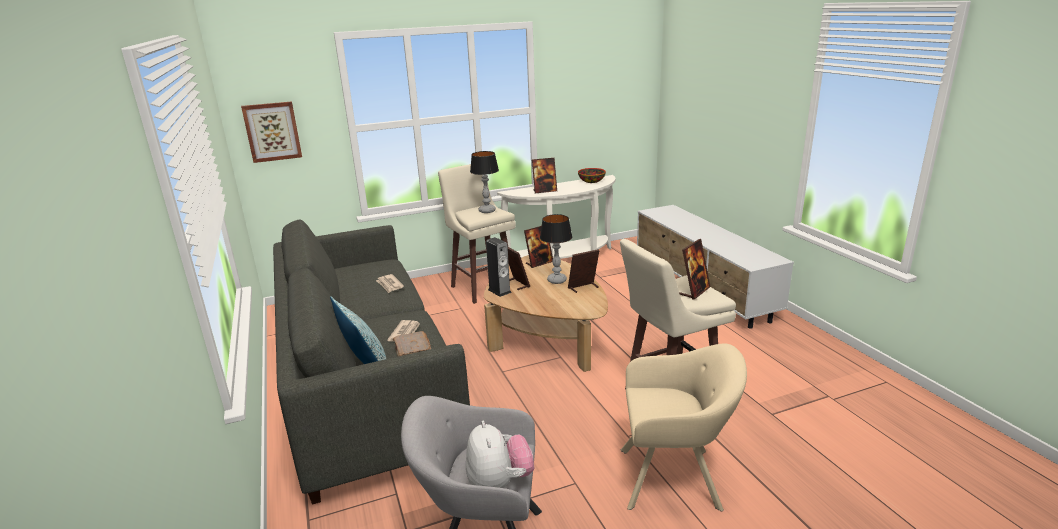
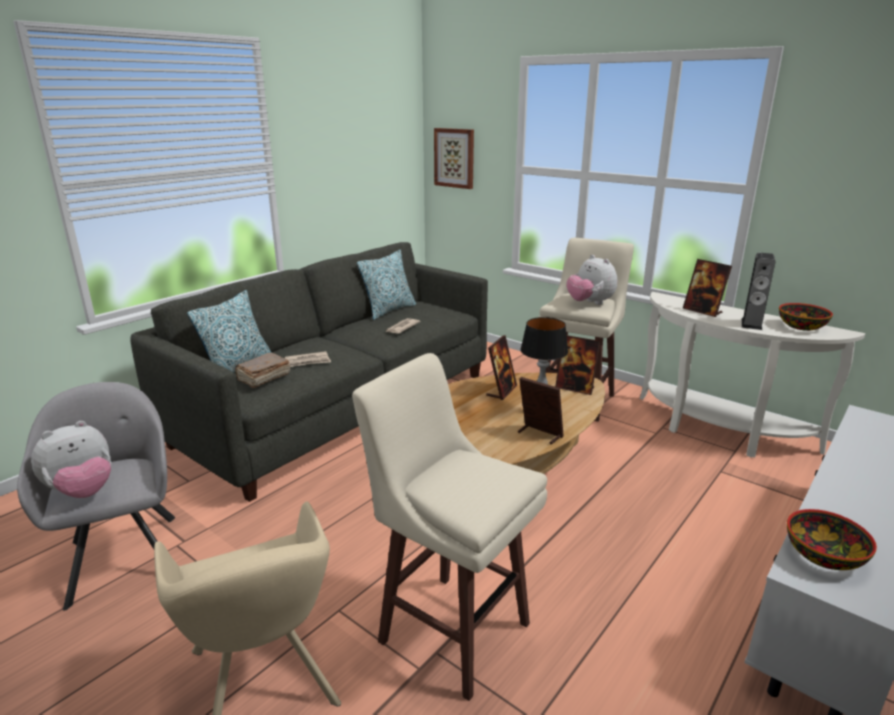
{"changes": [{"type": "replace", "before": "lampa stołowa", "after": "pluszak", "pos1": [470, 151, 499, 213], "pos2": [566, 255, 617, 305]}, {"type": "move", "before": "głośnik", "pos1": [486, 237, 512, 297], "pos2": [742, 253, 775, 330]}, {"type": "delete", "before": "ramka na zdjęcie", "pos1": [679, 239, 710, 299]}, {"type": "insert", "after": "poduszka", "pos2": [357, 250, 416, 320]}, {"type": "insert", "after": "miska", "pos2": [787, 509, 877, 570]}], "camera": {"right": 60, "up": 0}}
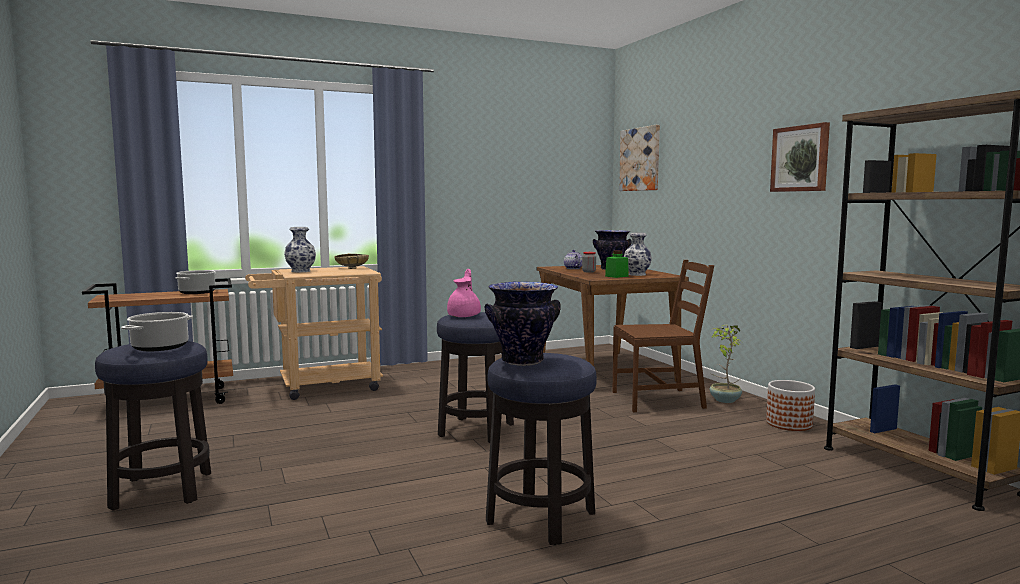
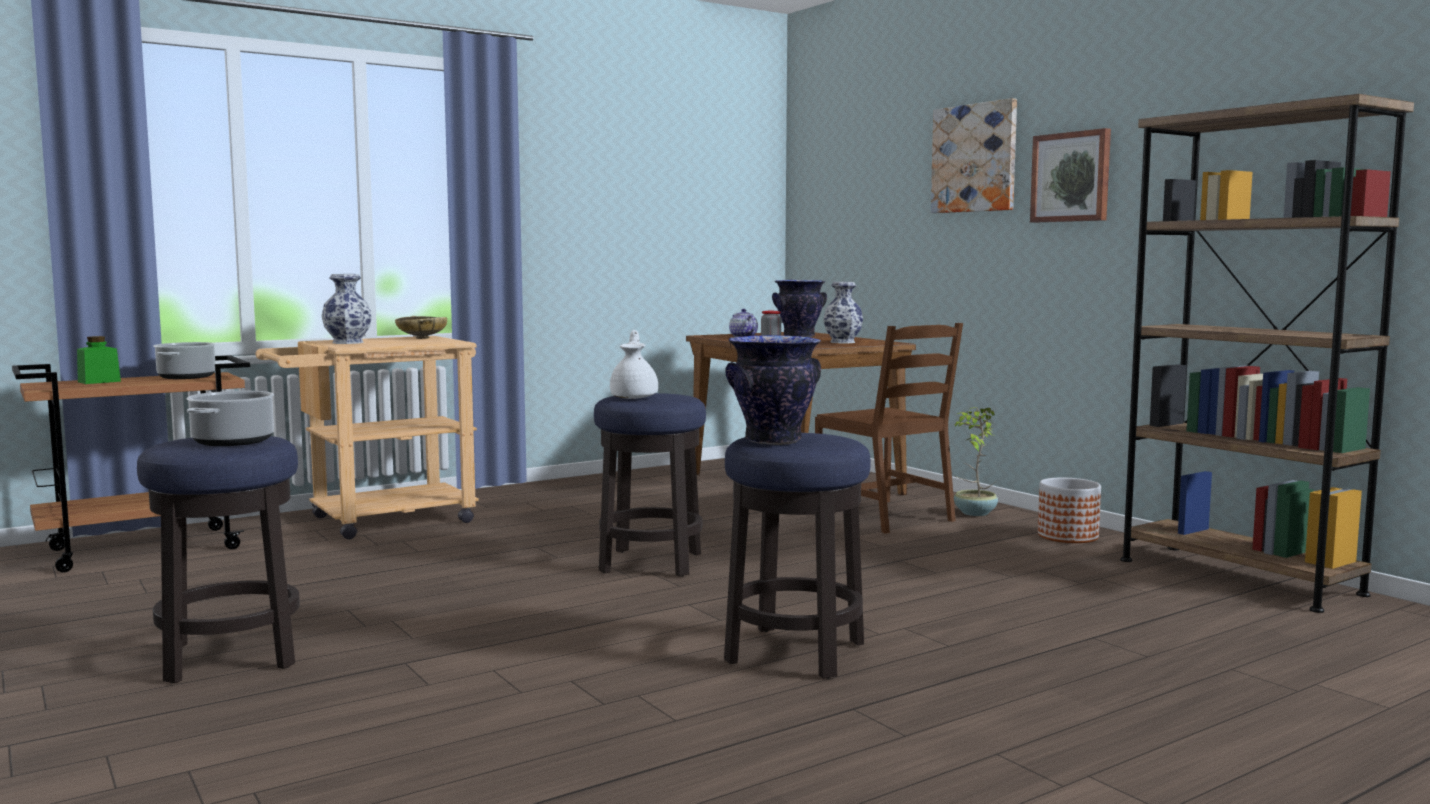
{"changes": [{"type": "recolor", "before": "imbryk/różowy", "after": "imbryk/biały", "pos1": [447, 269, 481, 317], "pos2": [610, 330, 658, 399]}, {"type": "move", "before": "słoik/zielony", "pos1": [605, 251, 629, 278], "pos2": [77, 336, 121, 384]}, {"type": "rotate", "before": "krzesło/brązowy", "pos1": [612, 260, 714, 412], "pos2": [815, 323, 963, 534], "turn": 75}, {"type": "move", "before": "obraz", "pos1": [619, 125, 660, 191], "pos2": [931, 98, 1017, 213]}], "camera": {"right": -10, "up": 0}}
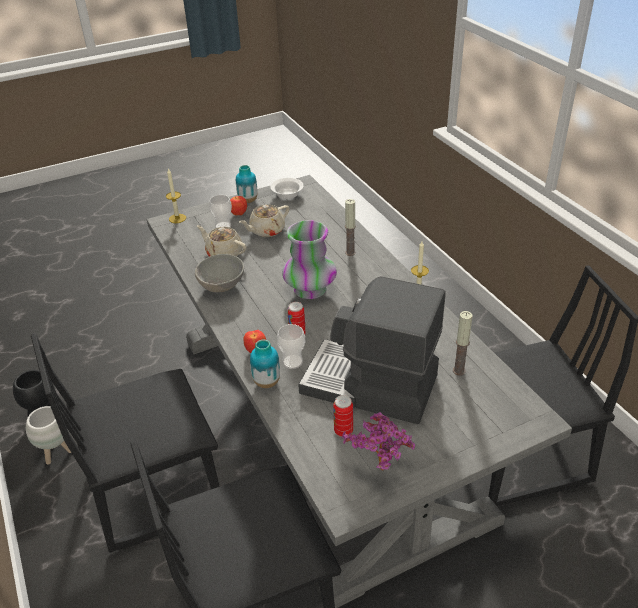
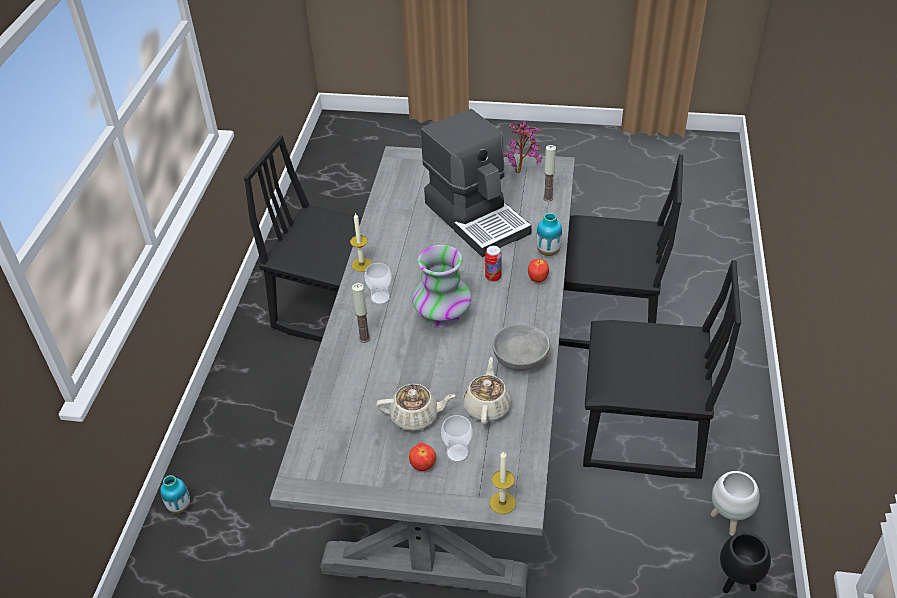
{"changes": [{"type": "rotate", "before": "imbryk/beżowy", "pos1": [197, 225, 247, 257], "pos2": [463, 357, 512, 425], "turn": -150}, {"type": "move", "before": "wazon", "pos1": [236, 165, 257, 203], "pos2": [160, 475, 190, 514]}, {"type": "delete", "before": "miska/biały", "pos1": [270, 178, 304, 199]}, {"type": "move", "before": "filiżanka", "pos1": [277, 324, 305, 369], "pos2": [364, 263, 392, 305]}, {"type": "delete", "before": "puszka", "pos1": [333, 395, 353, 437]}, {"type": "move", "before": "świeca", "pos1": [453, 311, 473, 376], "pos2": [543, 145, 556, 201]}], "camera": {"right": -145, "up": 5}}
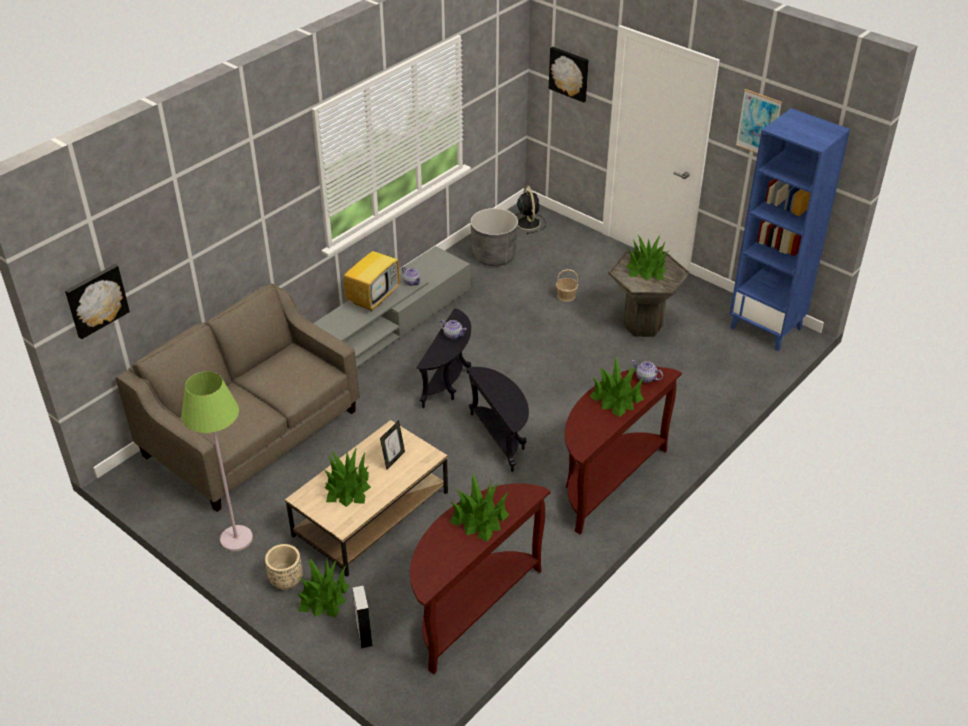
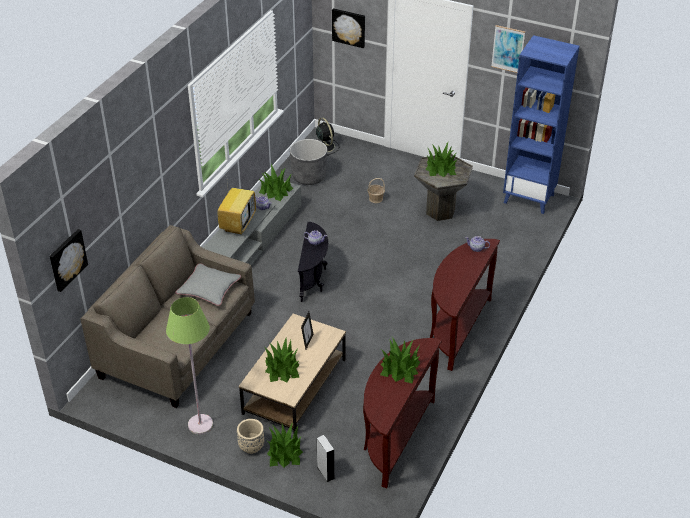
{"changes": [{"type": "delete", "before": "stolik/czarny", "pos1": [466, 367, 529, 472]}, {"type": "move", "before": "roślina doniczkowa", "pos1": [589, 355, 645, 417], "pos2": [258, 164, 293, 201]}, {"type": "insert", "after": "poduszka/szary", "pos2": [176, 264, 241, 306]}], "camera": {"right": -15, "up": 0}}
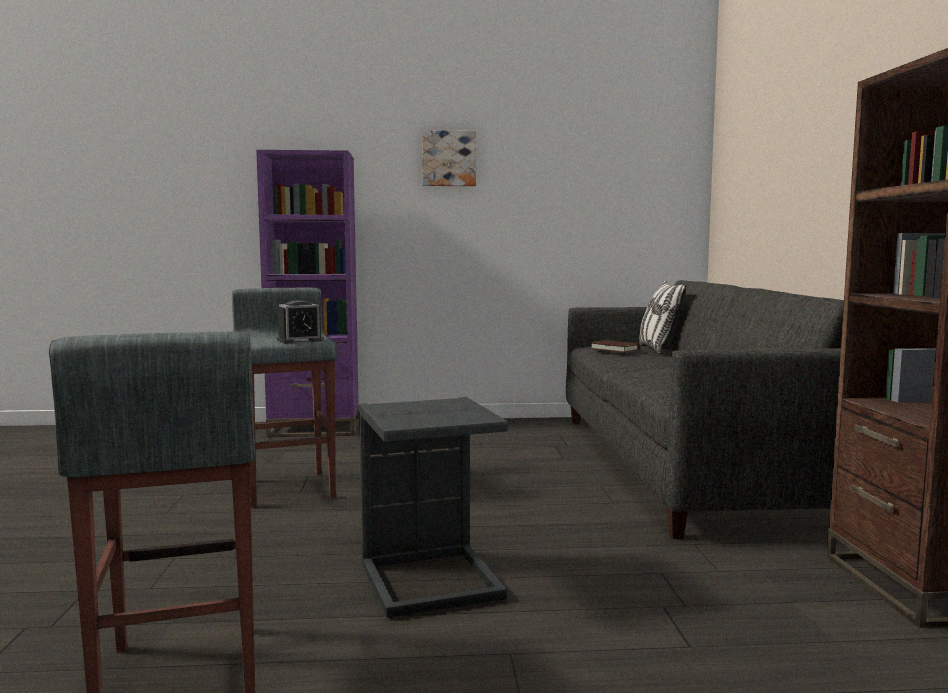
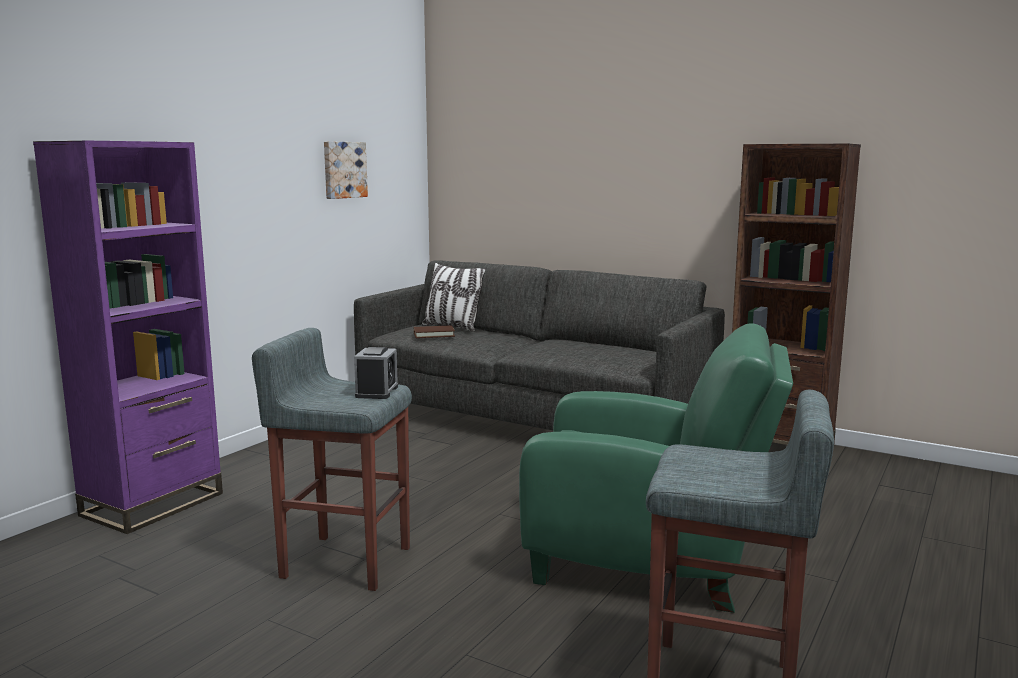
{"changes": [{"type": "replace", "before": "stolik/szary", "after": "fotel/zielony", "pos1": [359, 397, 508, 618], "pos2": [519, 323, 793, 613]}, {"type": "move", "before": "obraz", "pos1": [422, 130, 476, 186], "pos2": [324, 141, 368, 199]}], "camera": {"right": -55, "up": 5}}
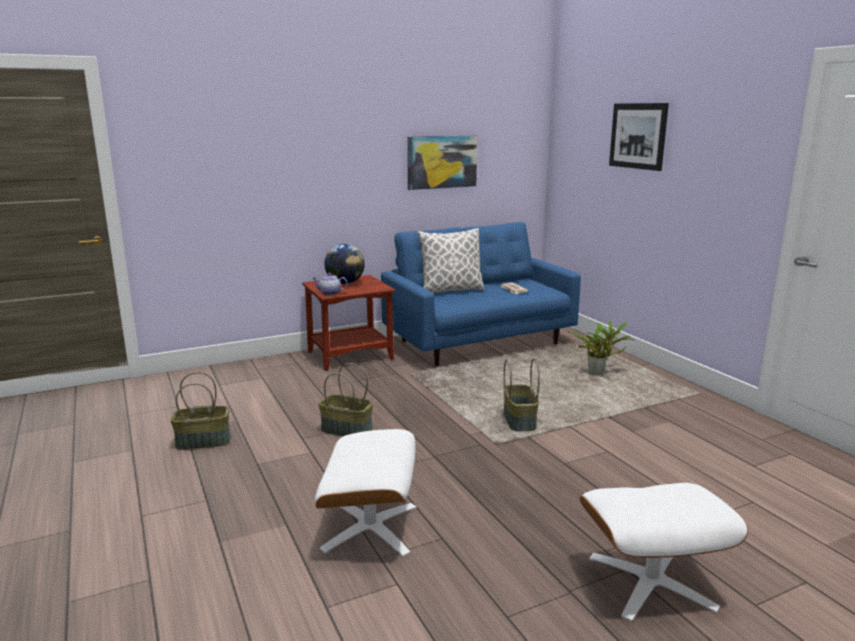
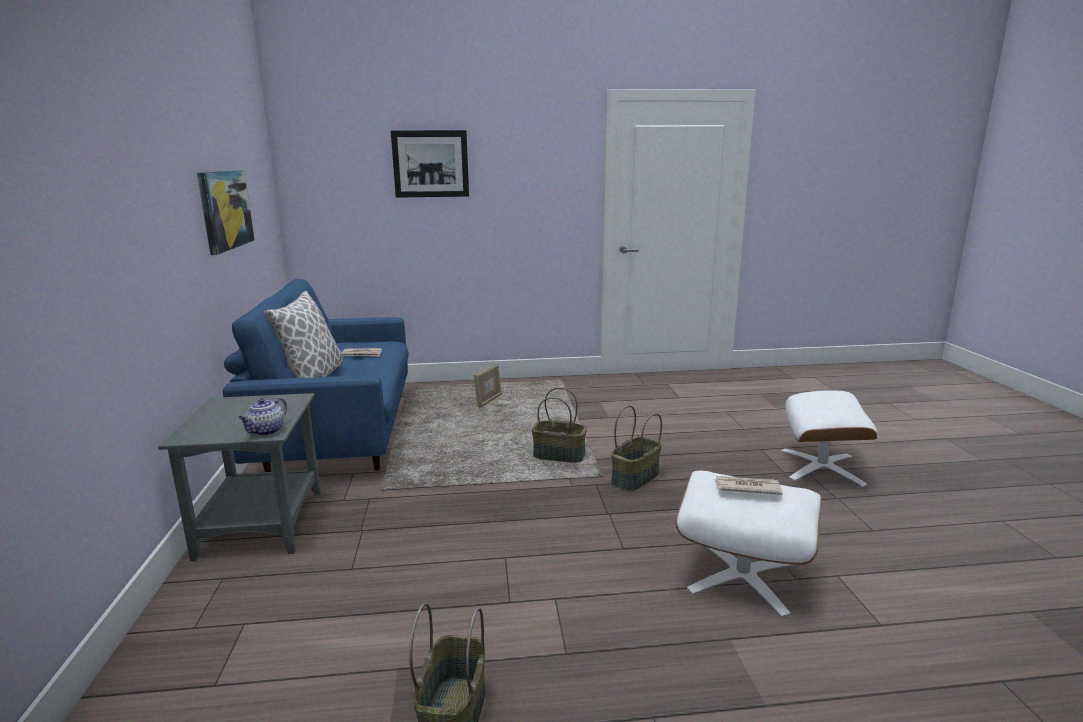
{"changes": [{"type": "recolor", "before": "stolik/brązowy", "after": "stolik/szary", "pos1": [302, 275, 395, 371], "pos2": [158, 393, 321, 561]}, {"type": "move", "before": "koszyk", "pos1": [318, 363, 373, 436], "pos2": [611, 405, 662, 491]}, {"type": "delete", "before": "globus", "pos1": [324, 244, 365, 284]}, {"type": "replace", "before": "roślina doniczkowa", "after": "ramka na zdjęcie", "pos1": [567, 321, 634, 375], "pos2": [474, 363, 502, 408]}, {"type": "insert", "after": "gazeta", "pos2": [714, 476, 783, 495]}], "camera": {"right": -70, "up": 0}}
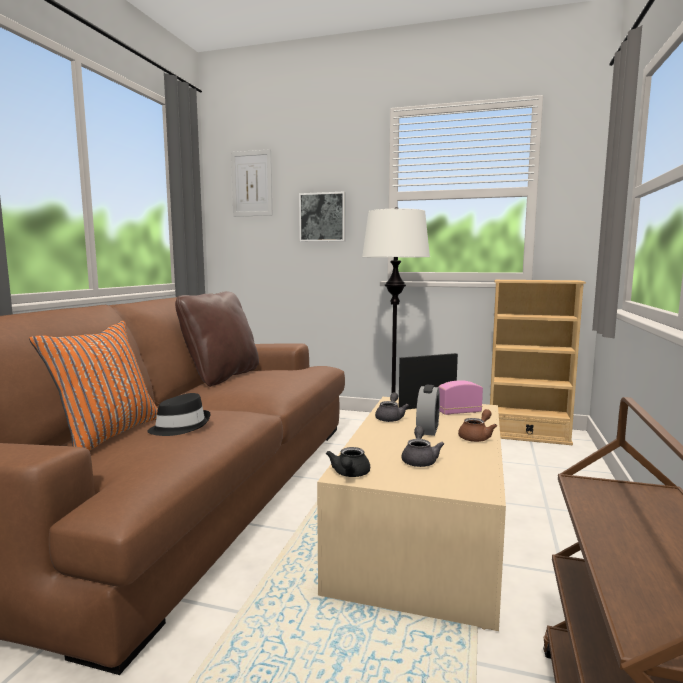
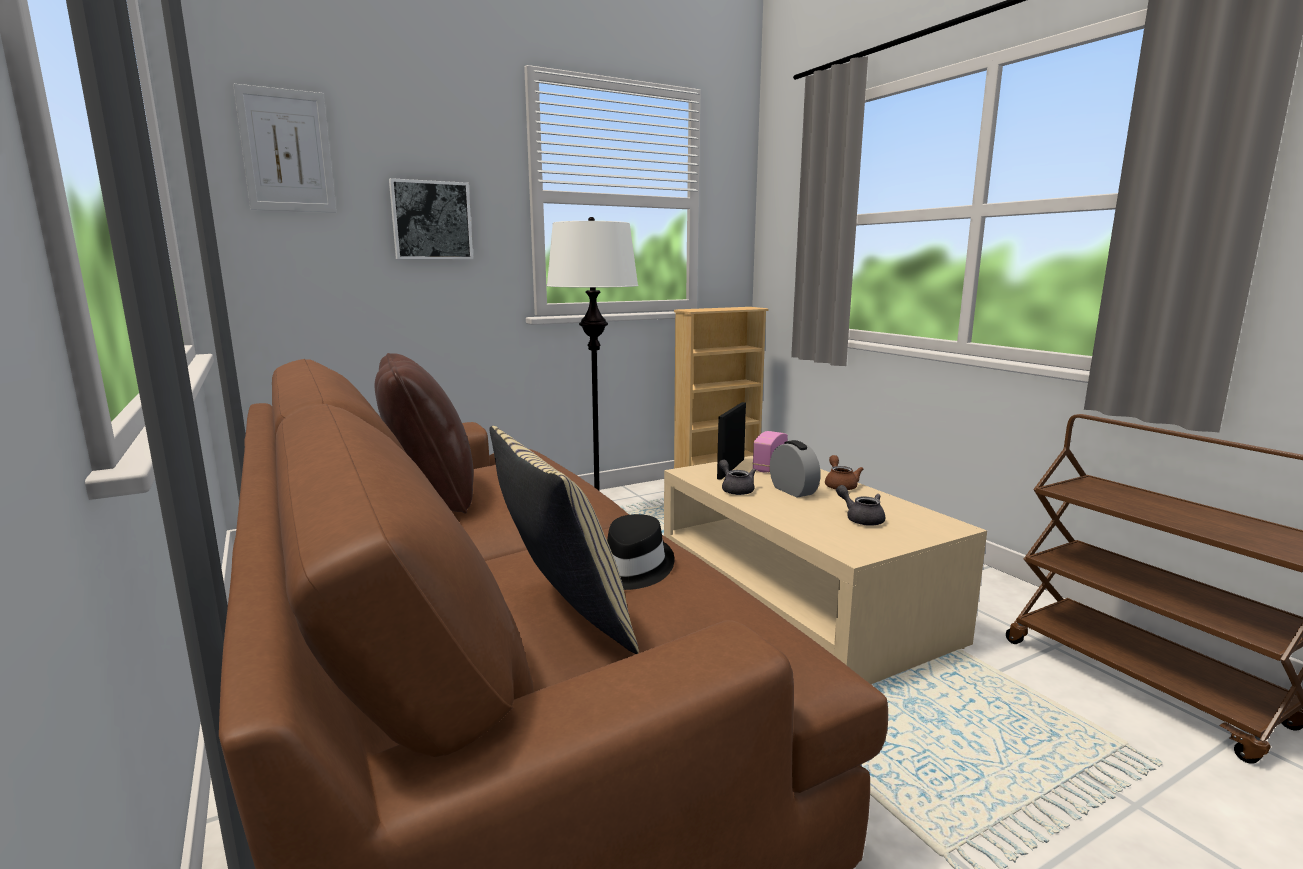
{"changes": [{"type": "recolor", "before": "poduszka/pomarańczowy", "after": "poduszka/beżowy", "pos1": [29, 321, 158, 451], "pos2": [490, 426, 639, 654]}, {"type": "delete", "before": "imbryk/czarny", "pos1": [326, 447, 370, 477]}], "camera": {"right": -45, "up": 5}}
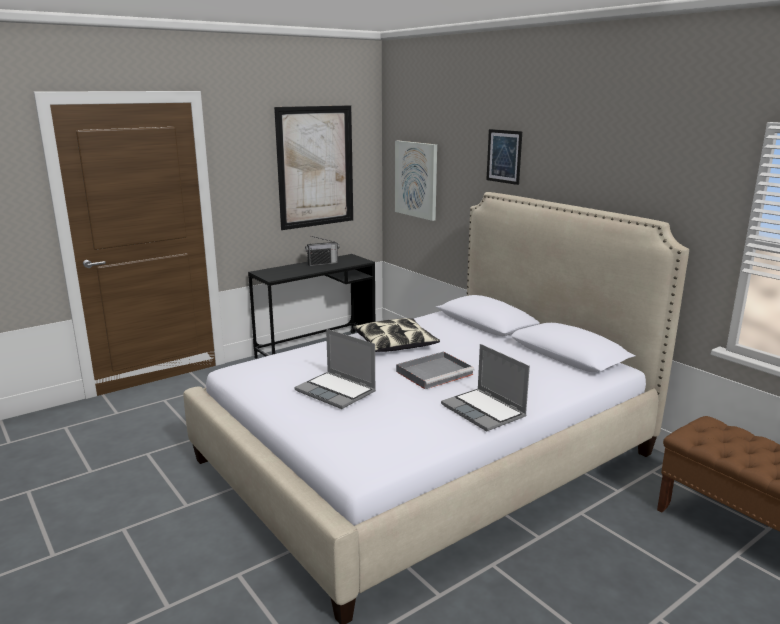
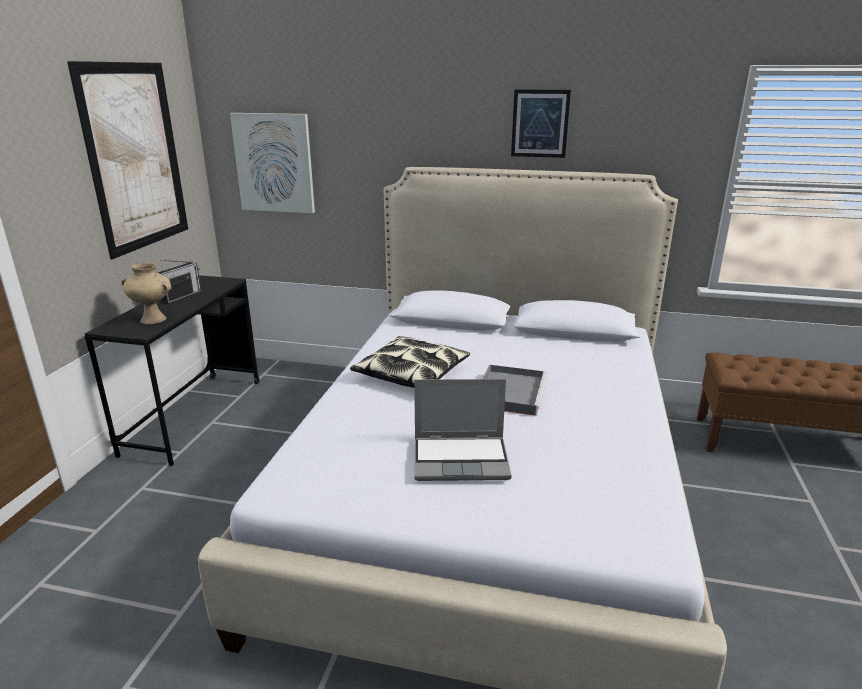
{"changes": [{"type": "delete", "before": "laptop", "pos1": [441, 344, 530, 431]}, {"type": "move", "before": "obraz", "pos1": [486, 129, 522, 185], "pos2": [511, 89, 571, 158]}, {"type": "insert", "after": "wazon/beżowy", "pos2": [121, 263, 171, 324]}], "camera": {"right": -40, "up": 5}}
